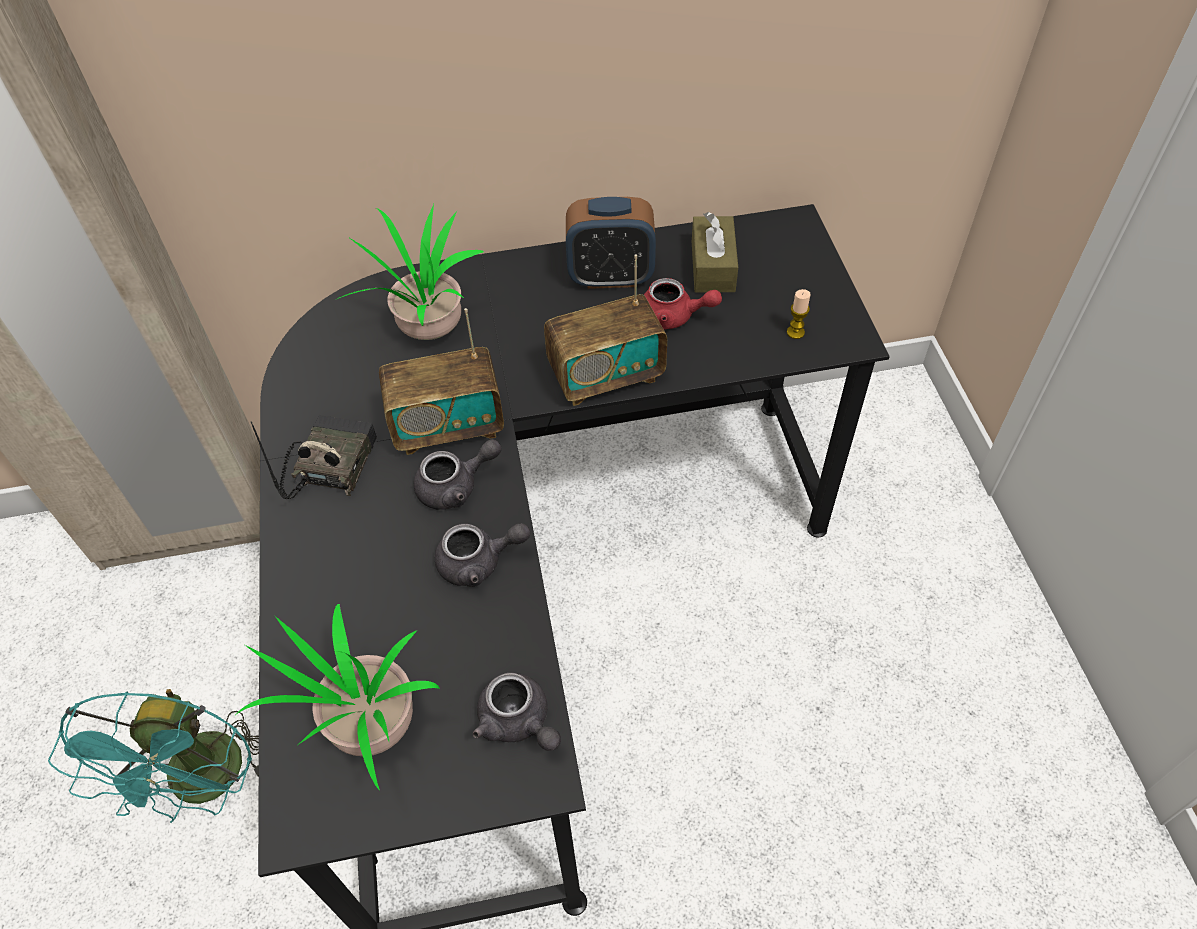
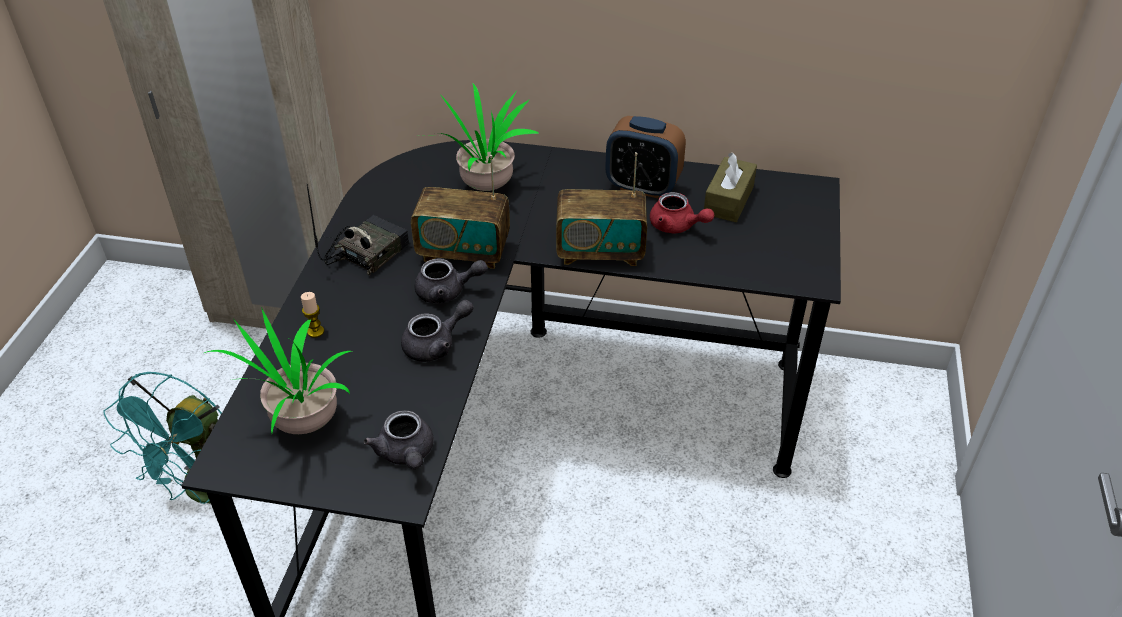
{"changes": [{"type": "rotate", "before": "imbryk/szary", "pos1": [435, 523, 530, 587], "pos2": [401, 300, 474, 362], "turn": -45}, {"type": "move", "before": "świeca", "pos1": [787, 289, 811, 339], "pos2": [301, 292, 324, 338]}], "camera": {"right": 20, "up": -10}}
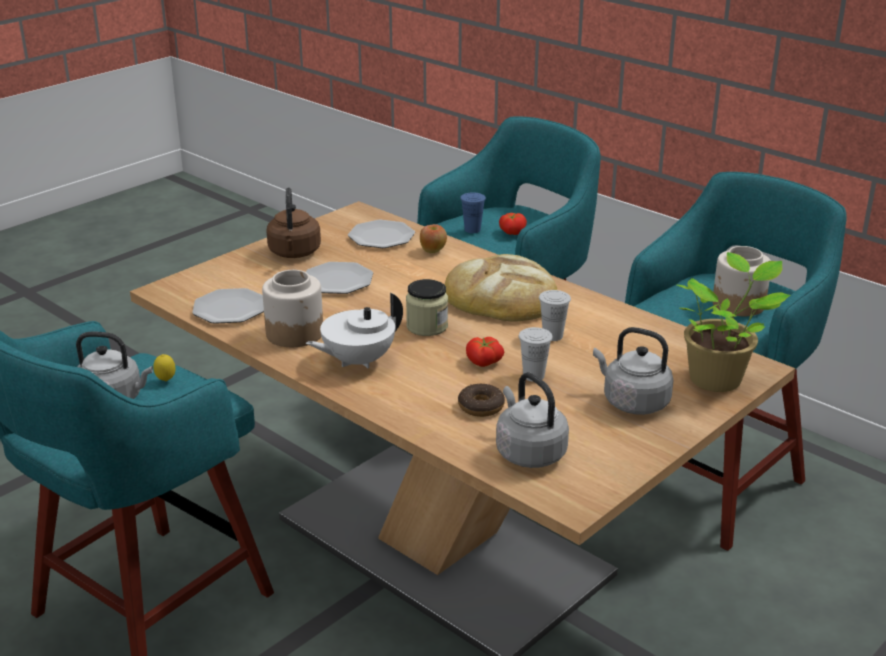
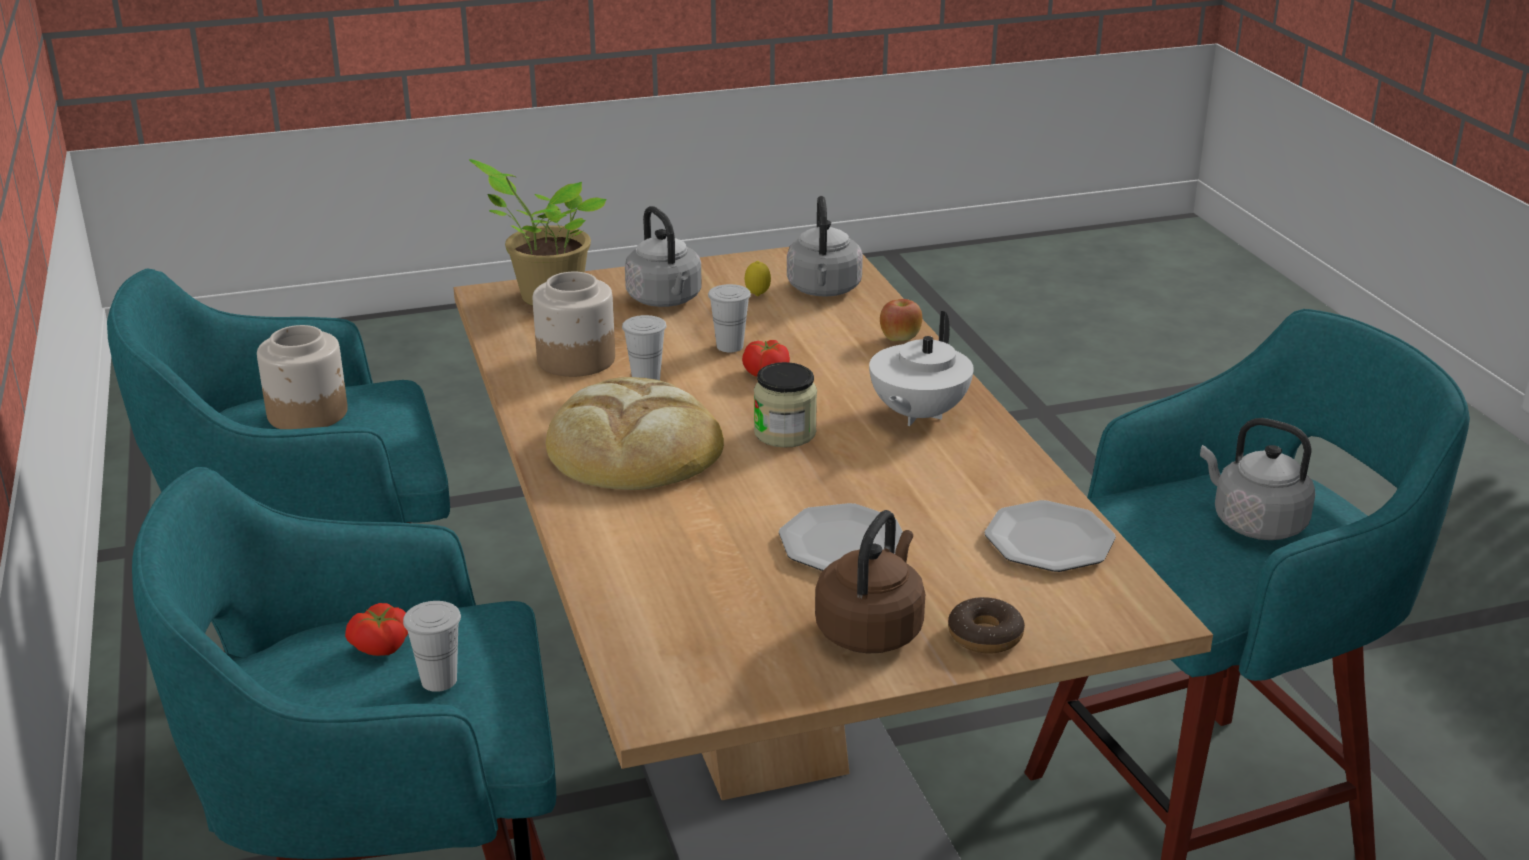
{"changes": [{"type": "move", "before": "cytryna", "pos1": [154, 354, 176, 381], "pos2": [745, 261, 771, 296]}, {"type": "move", "before": "słoik", "pos1": [262, 270, 323, 347], "pos2": [533, 272, 615, 377]}, {"type": "rotate", "before": "imbryk/biały", "pos1": [306, 292, 403, 368], "pos2": [869, 311, 974, 426], "turn": 120}, {"type": "delete", "before": "talerz", "pos1": [348, 220, 415, 248]}, {"type": "move", "before": "jabłko", "pos1": [420, 224, 447, 253], "pos2": [880, 299, 922, 341]}, {"type": "move", "before": "donut", "pos1": [458, 384, 505, 417], "pos2": [948, 597, 1025, 654]}, {"type": "recolor", "before": "filiżanka/niebieski", "after": "filiżanka/biały", "pos1": [460, 192, 486, 233], "pos2": [403, 601, 461, 692]}], "camera": {"right": -150, "up": 0}}
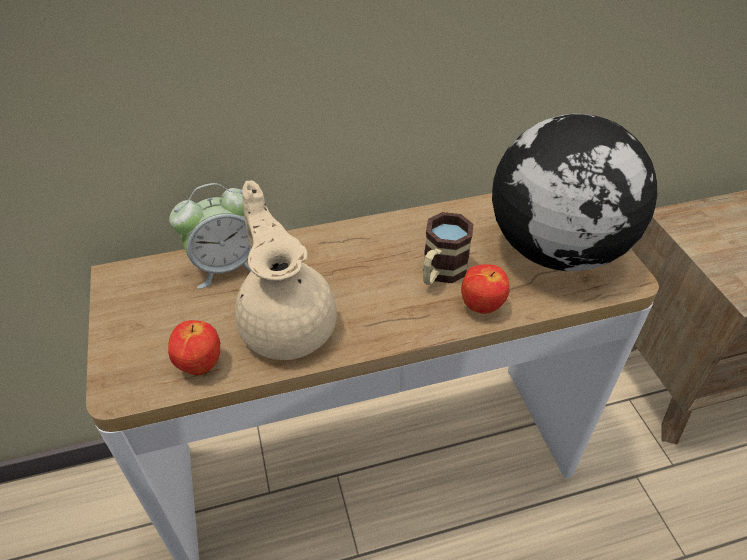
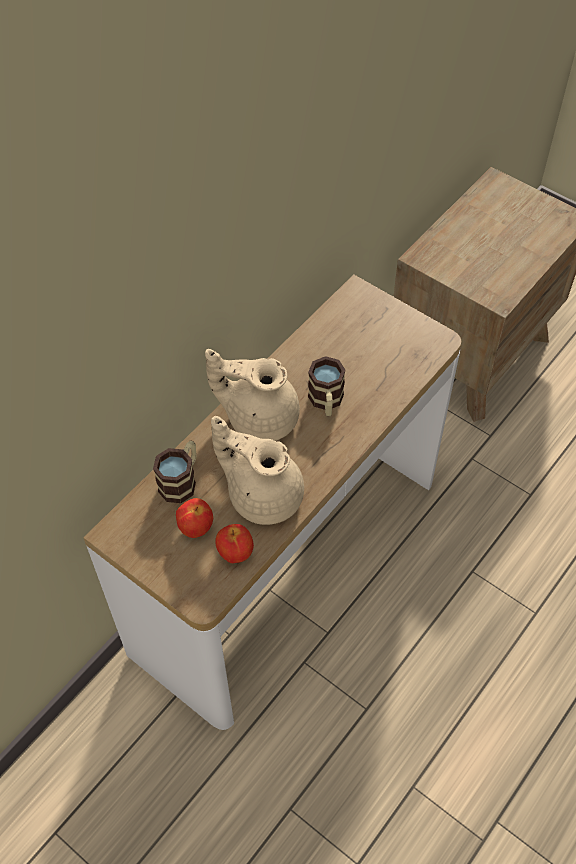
{"changes": [{"type": "replace", "before": "budzik", "after": "kubek", "pos1": [169, 183, 251, 289], "pos2": [153, 440, 197, 503]}, {"type": "move", "before": "jabłko", "pos1": [461, 264, 510, 314], "pos2": [176, 498, 213, 538]}, {"type": "delete", "before": "globus", "pos1": [492, 114, 657, 271]}, {"type": "insert", "after": "imbryk/beżowy", "pos2": [205, 349, 300, 441]}], "camera": {"right": -35, "up": 10}}
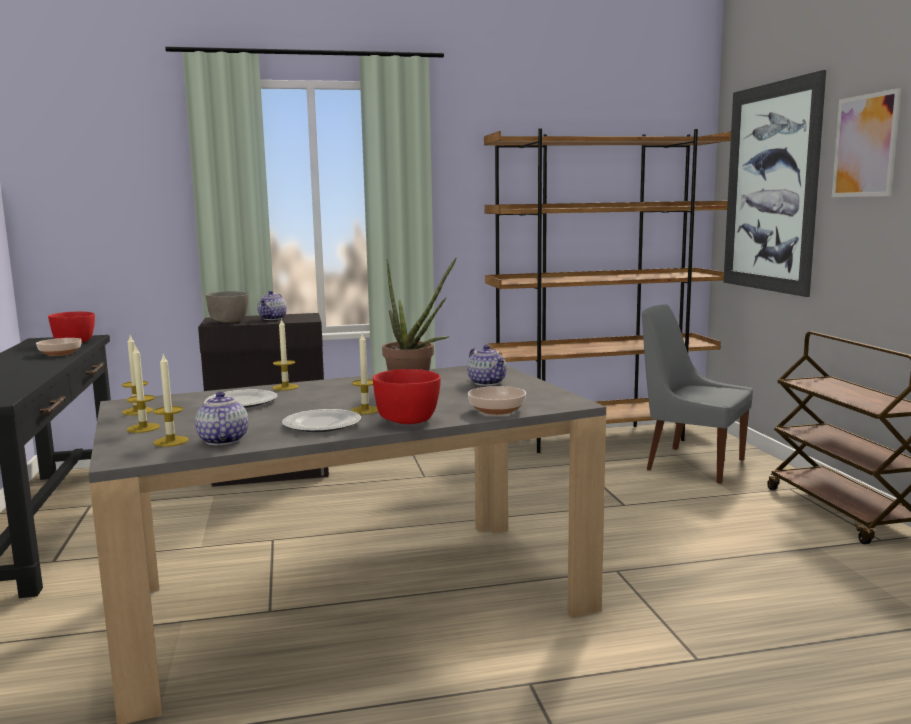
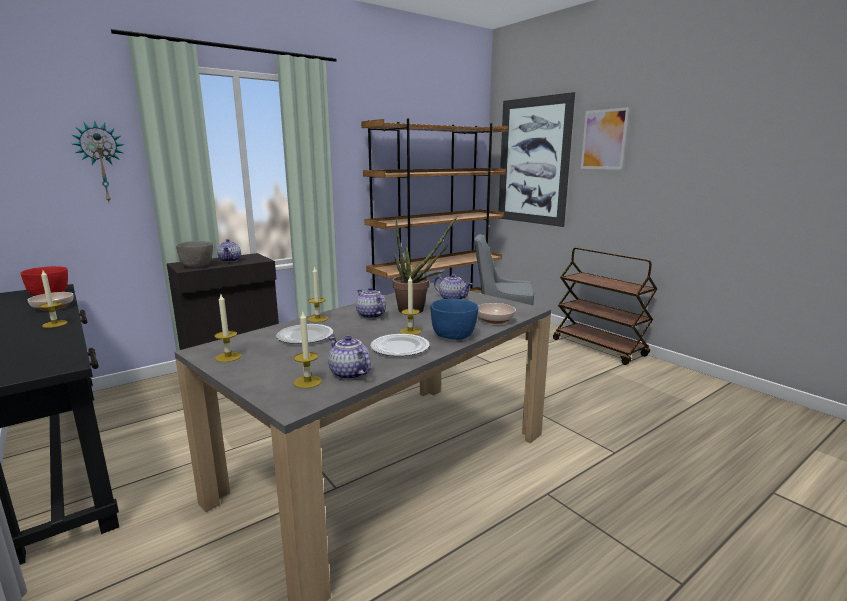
{"changes": [{"type": "move", "before": "świeca", "pos1": [126, 345, 160, 433], "pos2": [39, 270, 68, 328]}, {"type": "recolor", "before": "miska/czerwony", "after": "miska/niebieski", "pos1": [373, 369, 441, 424], "pos2": [431, 299, 478, 340]}, {"type": "insert", "after": "zegar ścienny", "pos2": [72, 120, 124, 202]}, {"type": "insert", "after": "imbryk", "pos2": [356, 287, 386, 319]}], "camera": {"right": -25, "up": 5}}
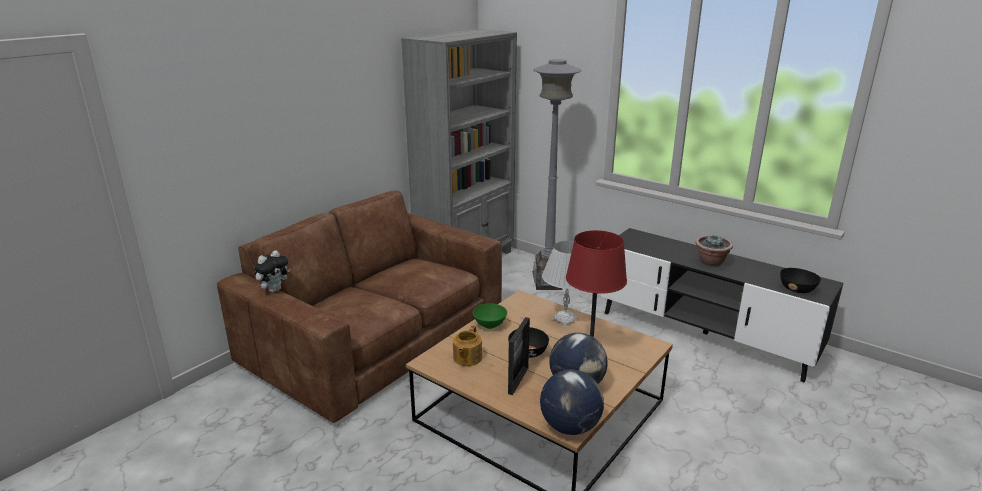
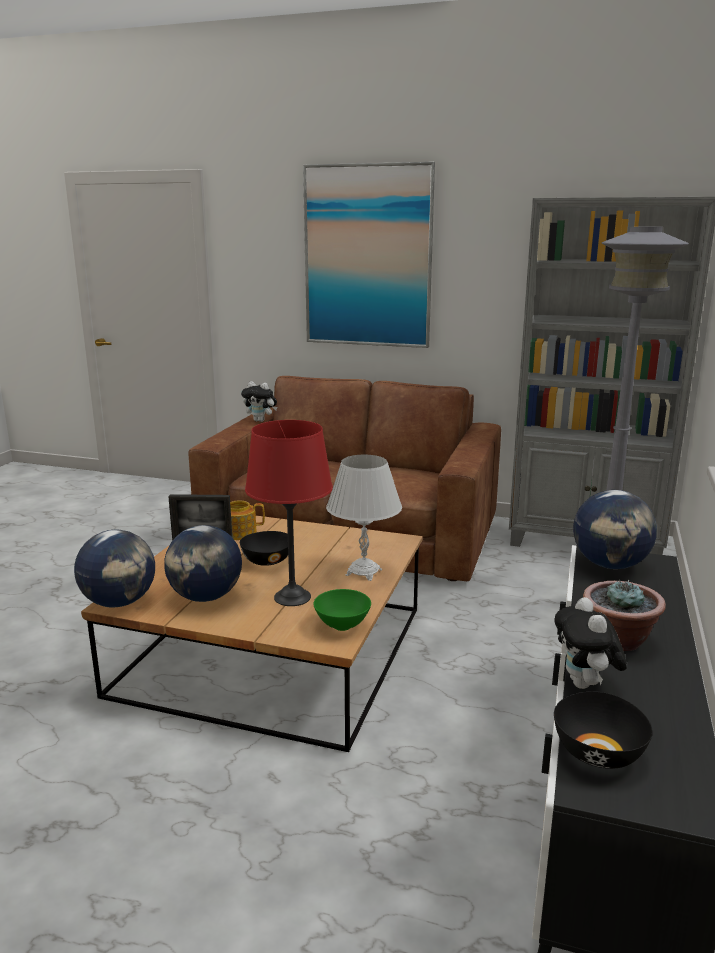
{"changes": [{"type": "move", "before": "miska/zielony", "pos1": [472, 303, 507, 329], "pos2": [313, 589, 371, 631]}, {"type": "insert", "after": "obraz", "pos2": [303, 162, 435, 348]}, {"type": "insert", "after": "pluszak", "pos2": [554, 597, 627, 689]}, {"type": "insert", "after": "globus", "pos2": [573, 490, 657, 569]}], "camera": {"right": 70, "up": -5}}
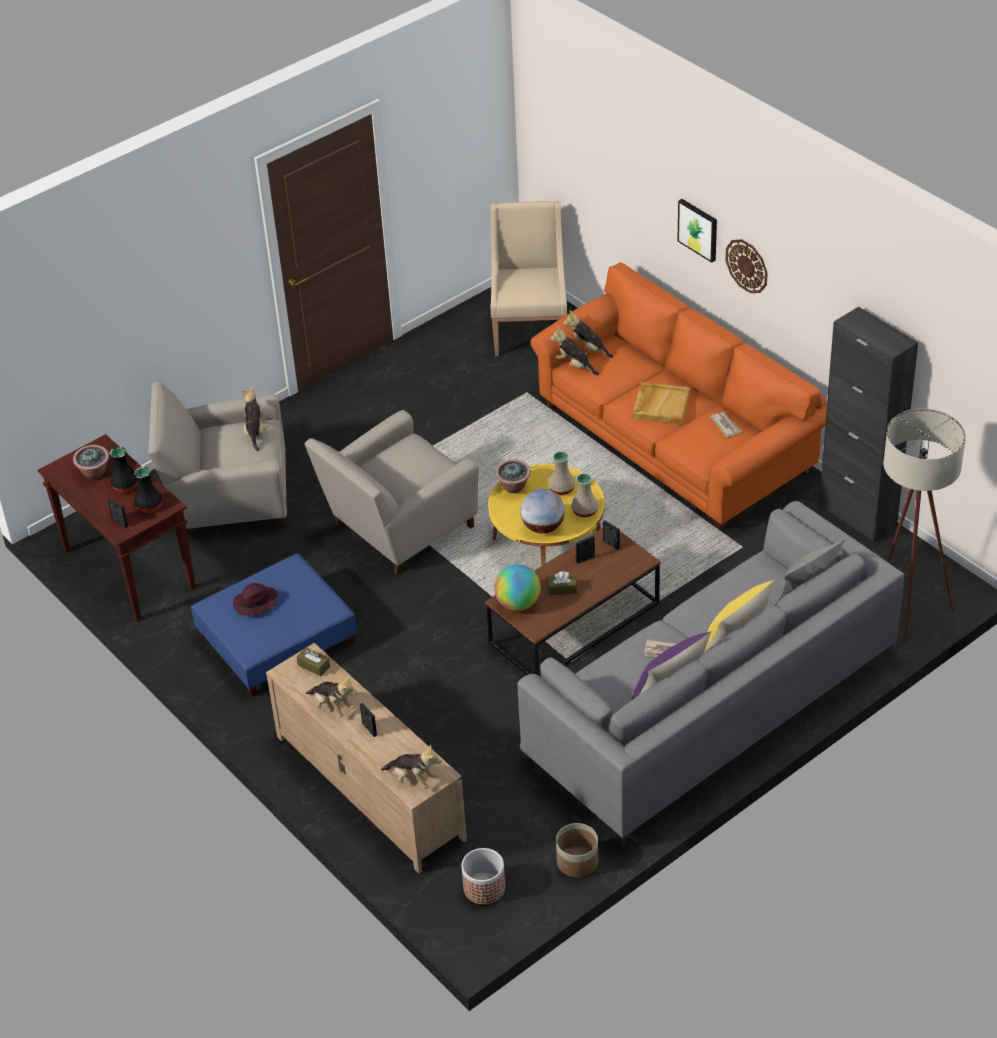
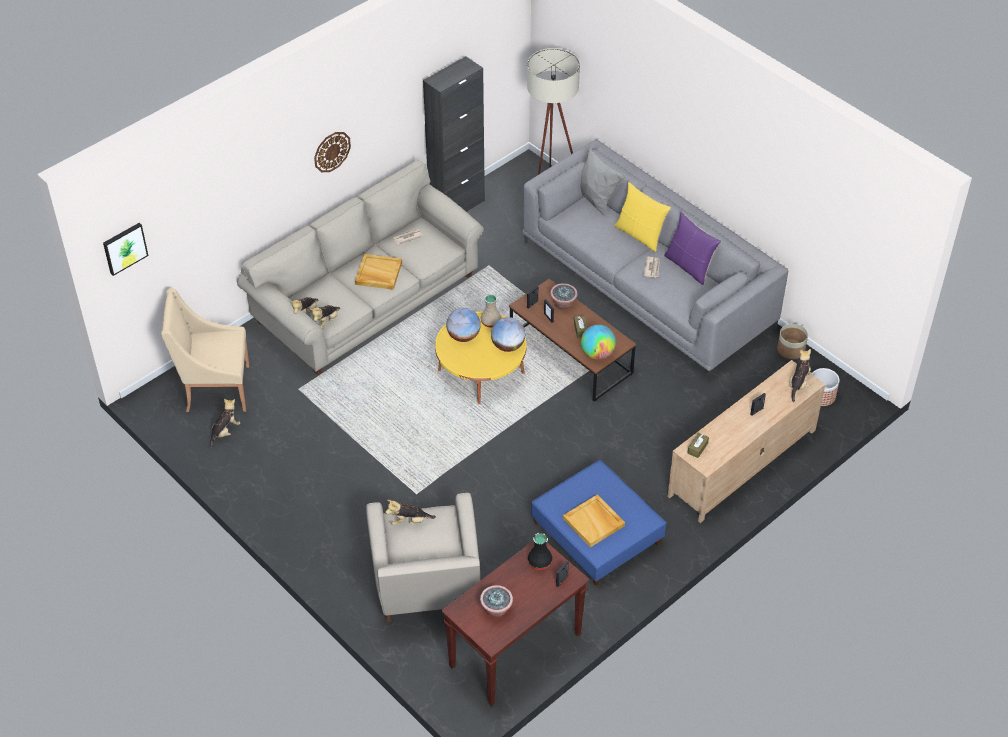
{"changes": [{"type": "delete", "before": "wazon/czarny", "pos1": [110, 447, 138, 492]}, {"type": "replace", "before": "kapelusz/fioletowy", "after": "taca/beżowy", "pos1": [233, 583, 278, 616], "pos2": [563, 495, 625, 547]}, {"type": "delete", "before": "fotel/beżowy", "pos1": [305, 410, 479, 575]}, {"type": "move", "before": "pluszak", "pos1": [306, 676, 358, 718], "pos2": [210, 399, 240, 448]}, {"type": "move", "before": "roślina doniczkowa", "pos1": [496, 459, 531, 493], "pos2": [550, 283, 578, 310]}, {"type": "recolor", "before": "kanapa/pomarańczowy", "after": "kanapa/beżowy", "pos1": [530, 262, 827, 529], "pos2": [237, 160, 484, 374]}, {"type": "replace", "before": "wazon/beżowy", "after": "globus", "pos1": [548, 451, 575, 495], "pos2": [446, 308, 481, 342]}, {"type": "move", "before": "obraz", "pos1": [677, 199, 717, 263], "pos2": [103, 223, 149, 276]}], "camera": {"right": -95, "up": 5}}
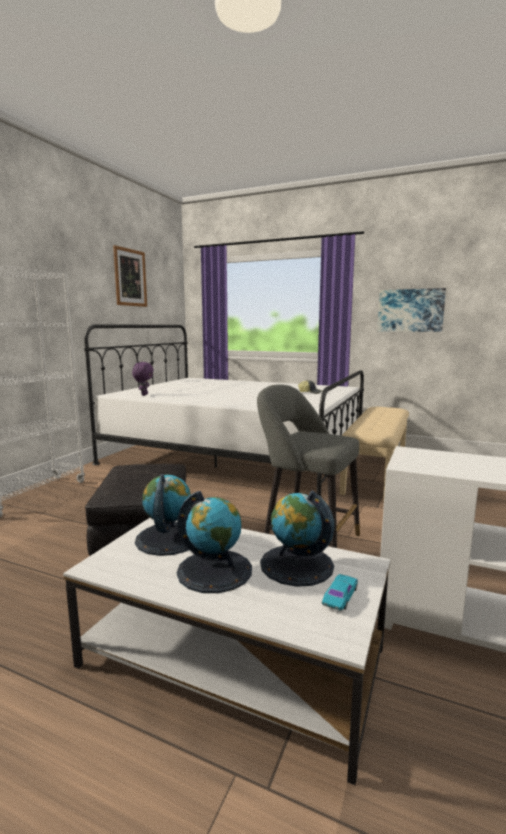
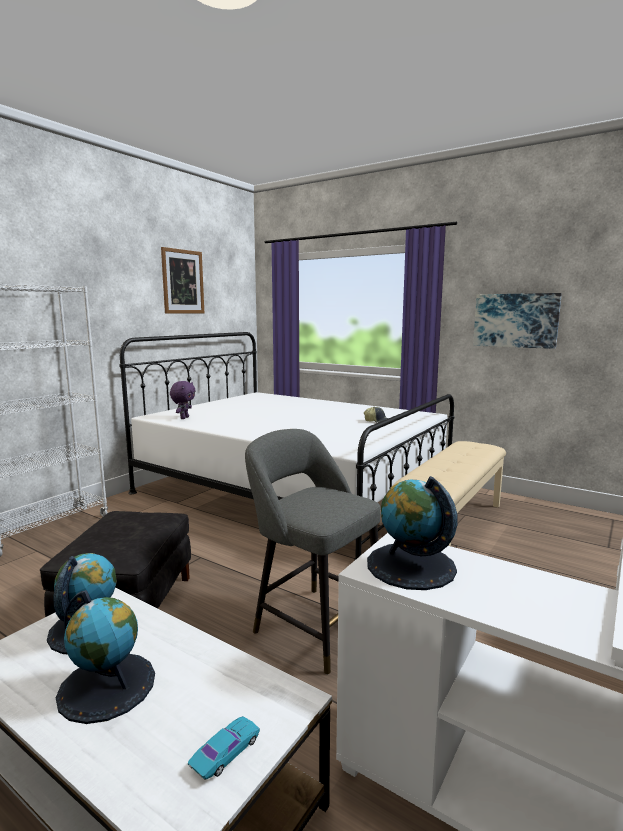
{"changes": [{"type": "move", "before": "globus", "pos1": [260, 490, 335, 587], "pos2": [367, 476, 458, 590]}], "camera": {"right": 10, "up": 0}}
